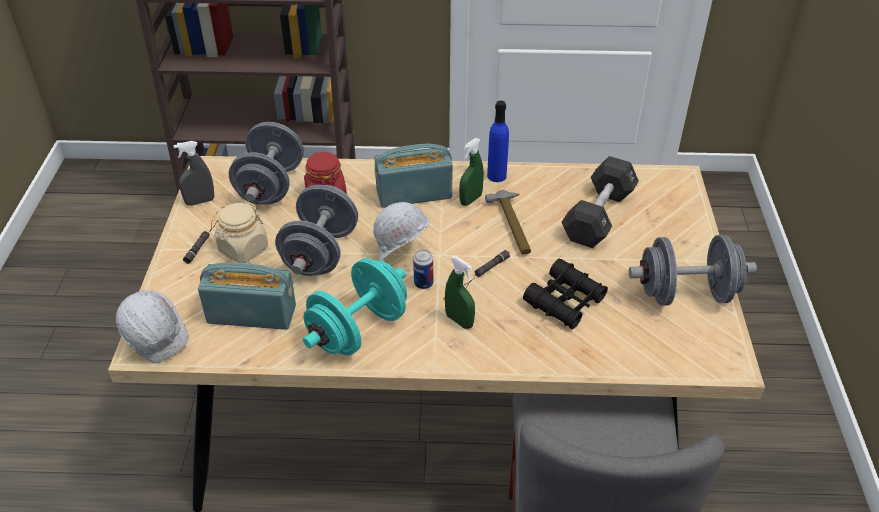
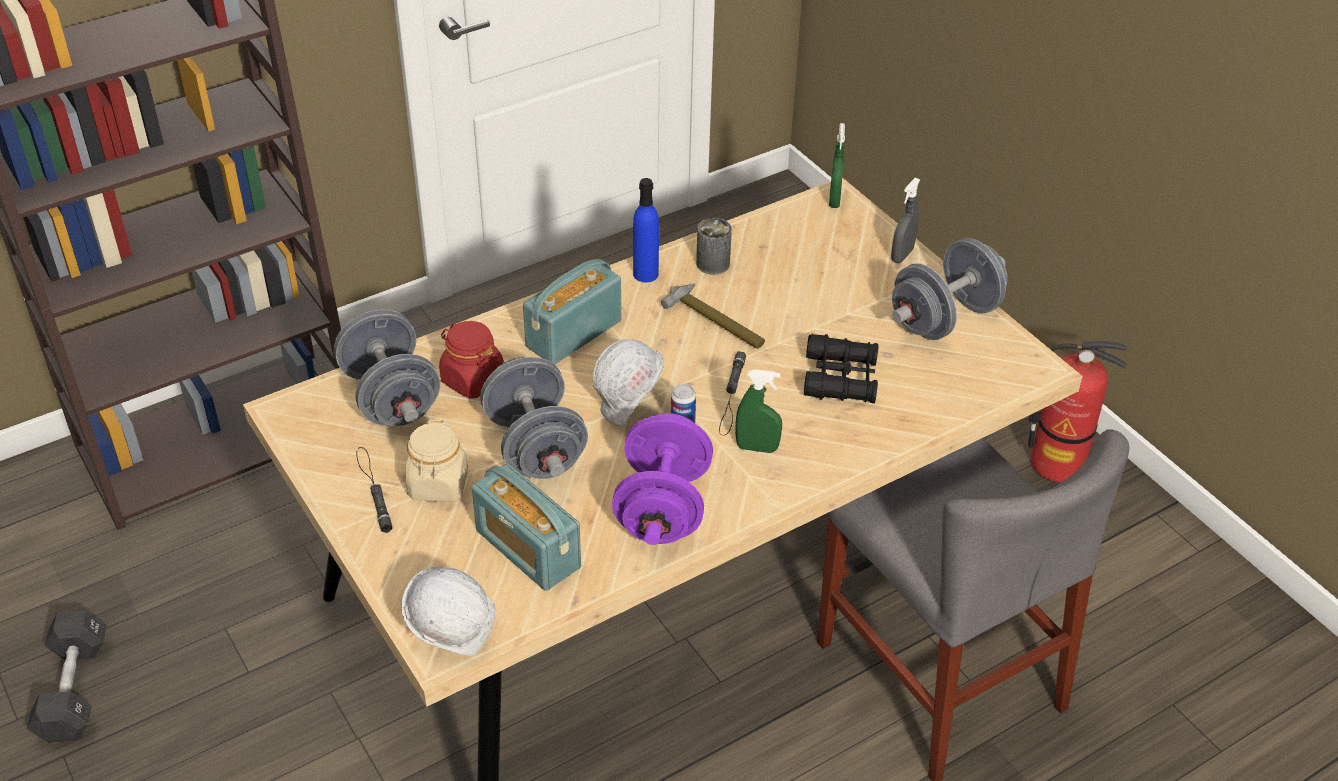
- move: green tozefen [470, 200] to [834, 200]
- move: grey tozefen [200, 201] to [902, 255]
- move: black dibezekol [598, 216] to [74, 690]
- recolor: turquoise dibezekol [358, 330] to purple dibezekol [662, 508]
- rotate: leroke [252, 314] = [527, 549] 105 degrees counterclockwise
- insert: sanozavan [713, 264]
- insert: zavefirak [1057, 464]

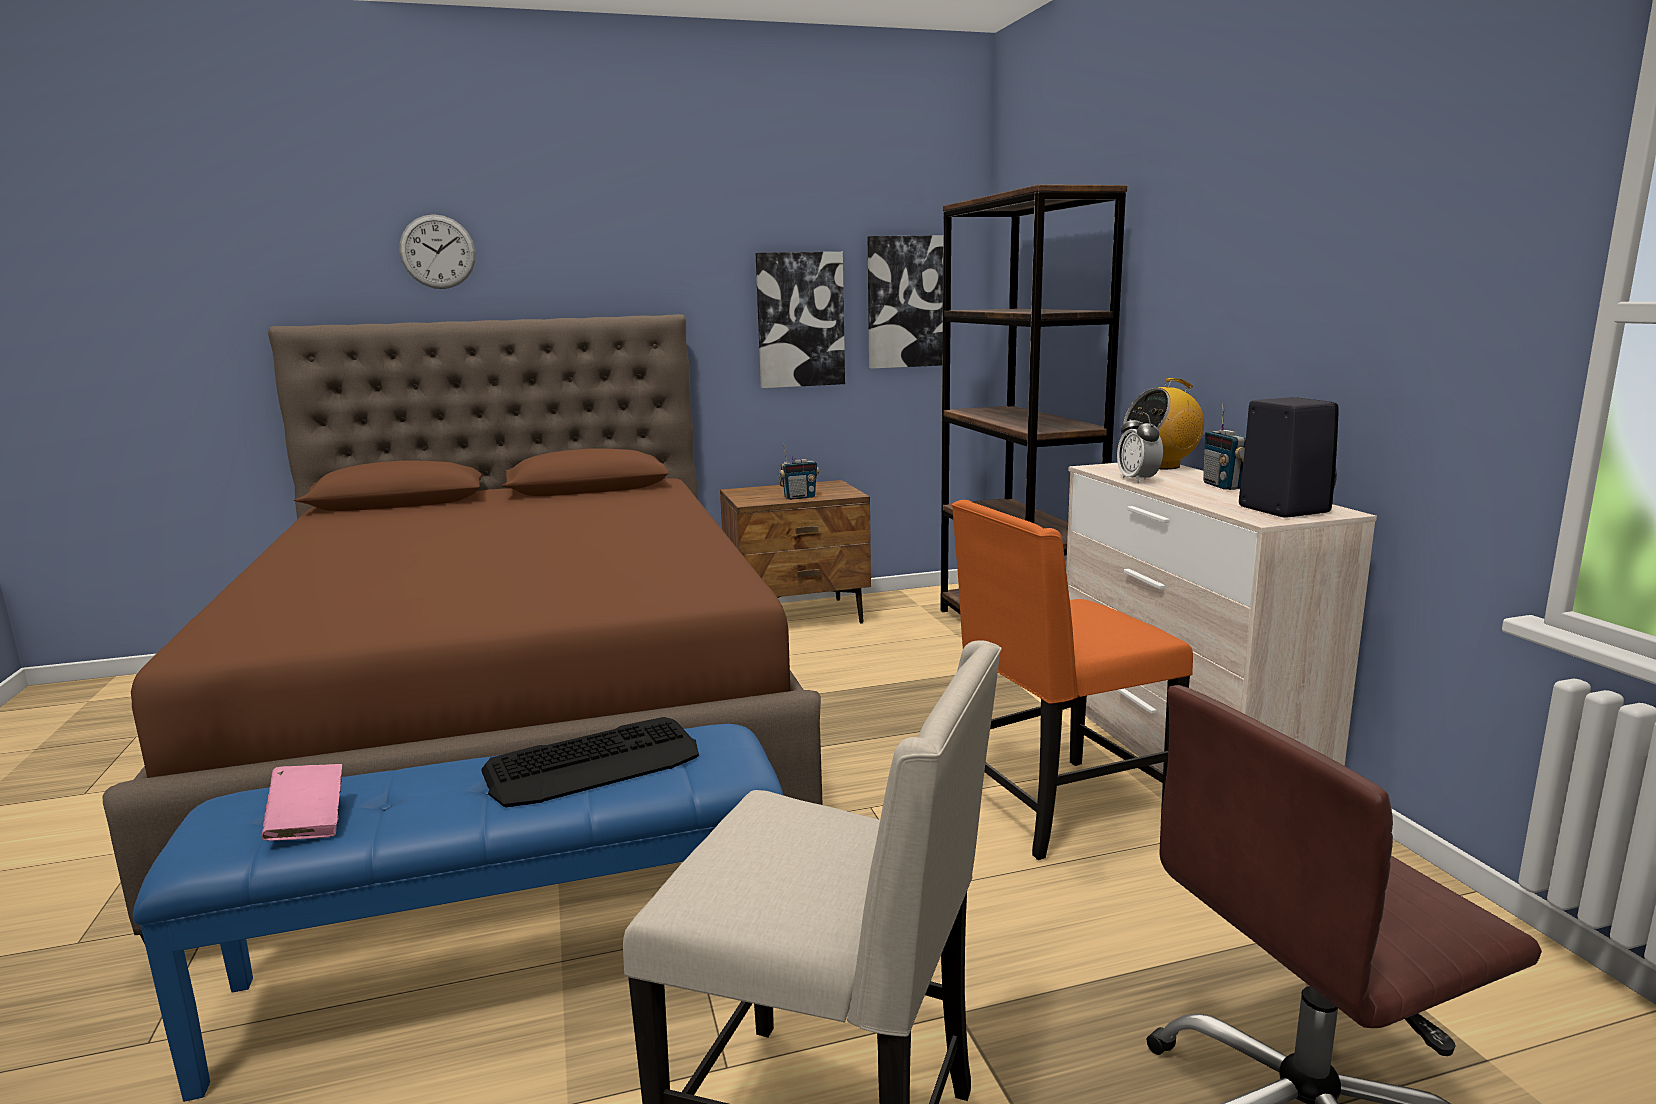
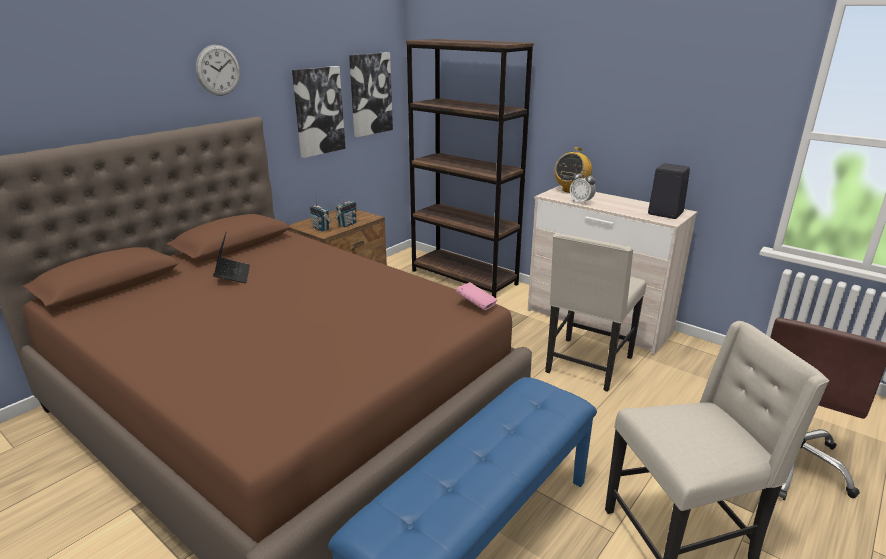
- move: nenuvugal [437, 252] to [218, 70]
- move: leroke [1223, 486] to [321, 229]
- recolor: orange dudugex [1057, 810] to beige dudugex [587, 365]
- delete: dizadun [594, 764]
- move: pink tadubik [308, 823] to [476, 305]
- insert: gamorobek [233, 275]

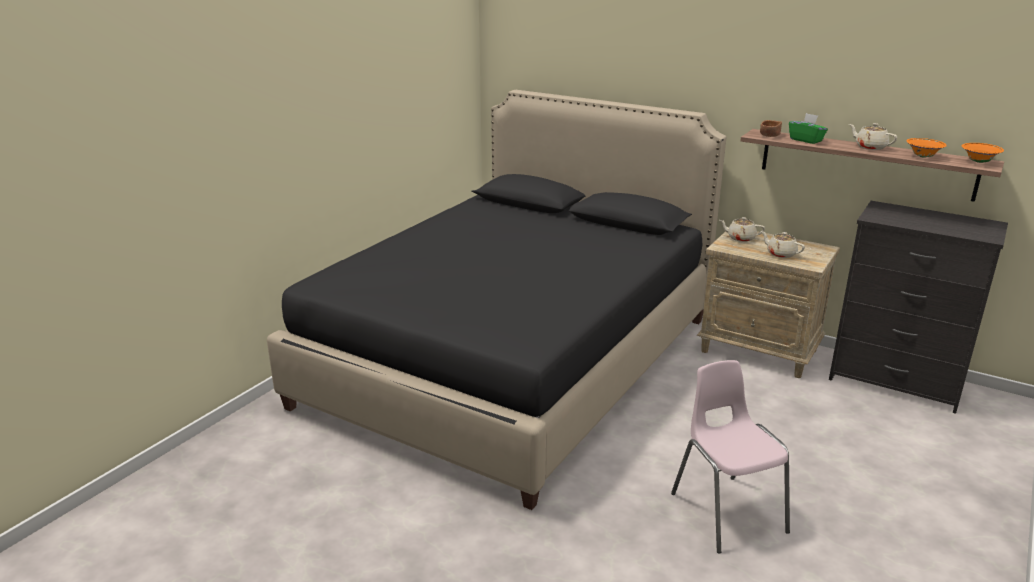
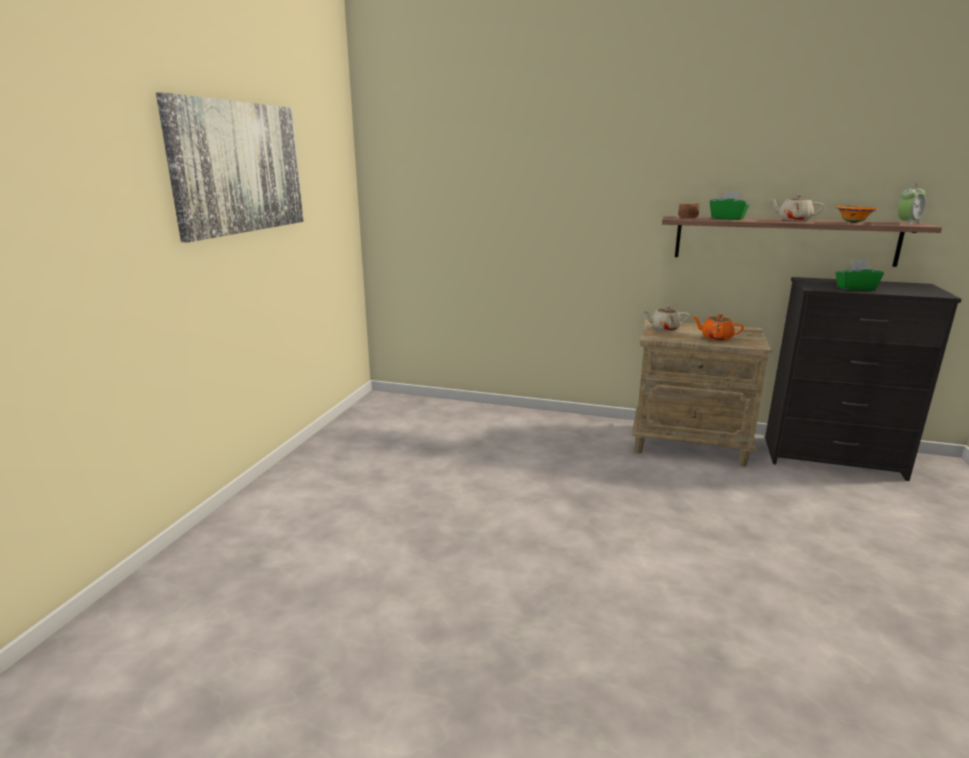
- delete: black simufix [512, 361]
- replace: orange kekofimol [979, 162] to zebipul [907, 223]
- recolor: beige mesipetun [780, 254] to orange mesipetun [716, 338]
- delete: pink dudugex [727, 512]
- insert: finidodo [239, 168]
- insert: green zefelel [855, 288]

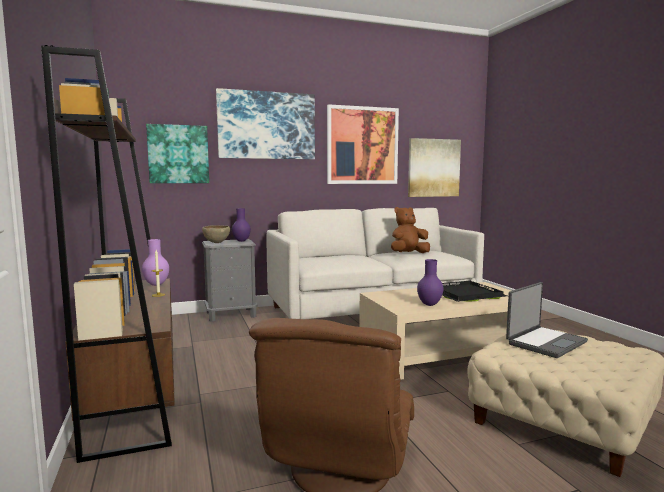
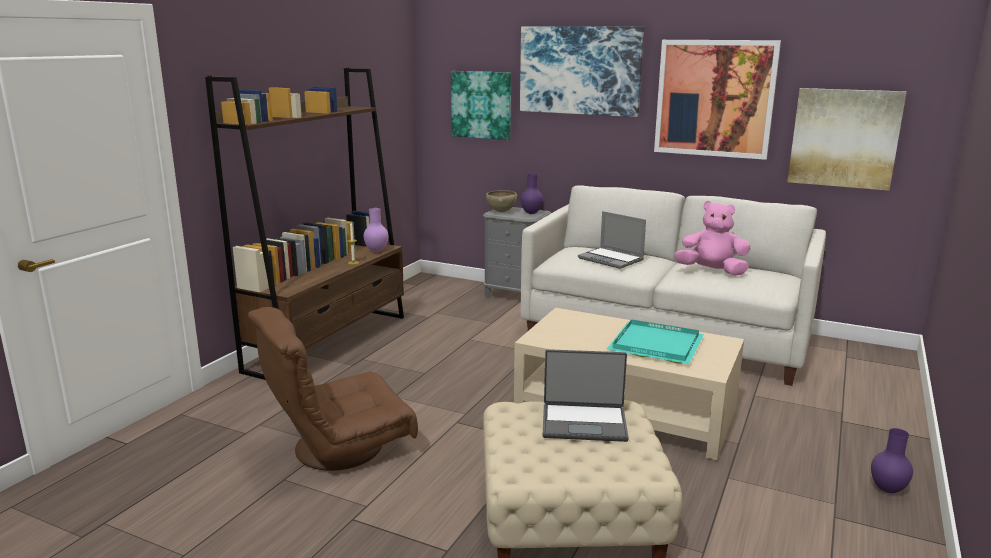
- recolor: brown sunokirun [408, 254] to pink sunokirun [711, 271]
- move: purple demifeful [429, 305] to [886, 489]
- recolor: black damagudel [462, 294] to turquoise damagudel [654, 344]
- insert: gamorobek [611, 259]

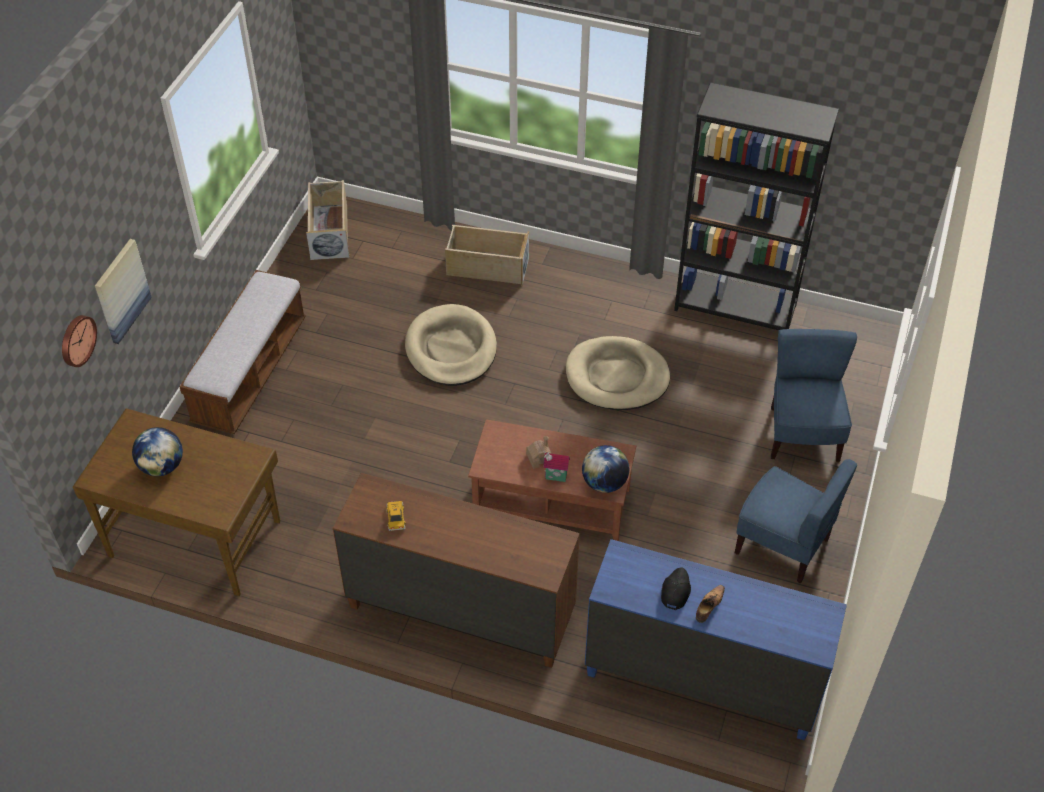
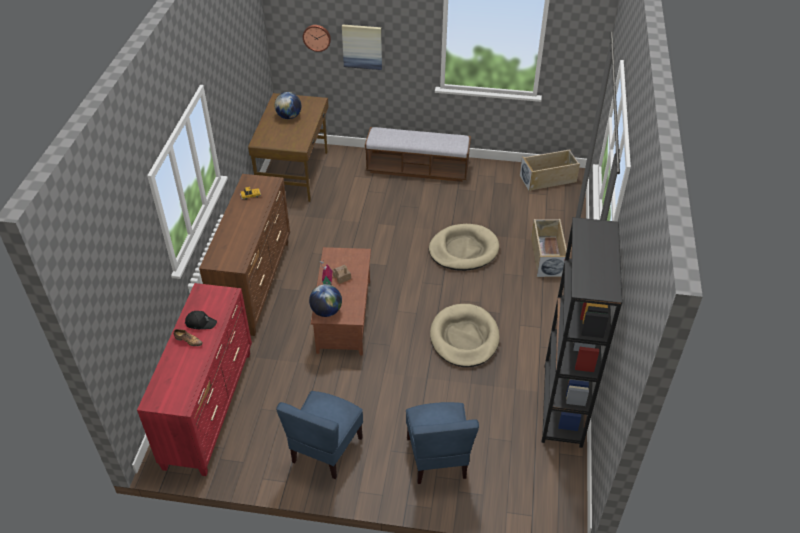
- rotate: blue dudugex [802, 434] = [437, 458] 90 degrees clockwise
- recolor: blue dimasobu [701, 678] to red dimasobu [210, 408]

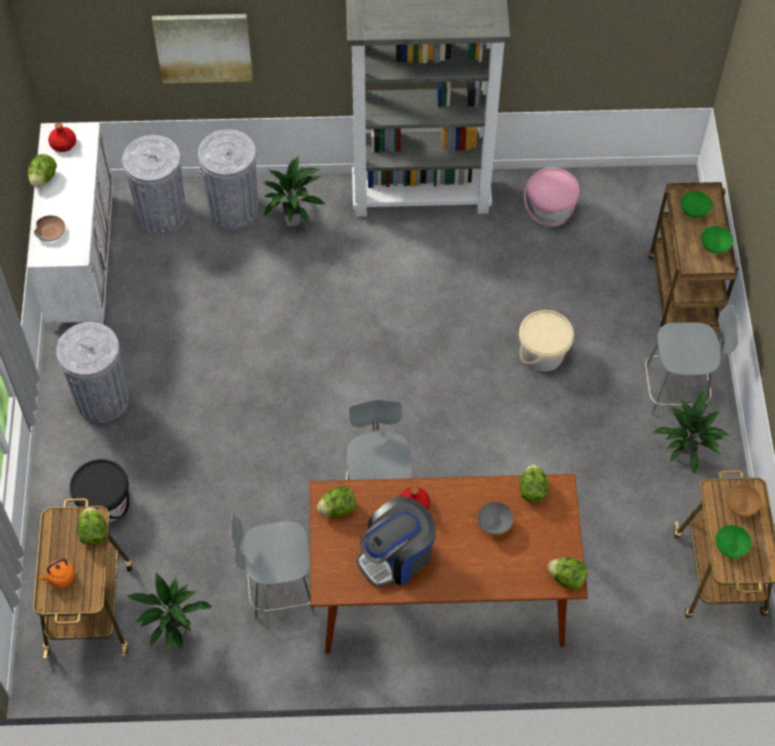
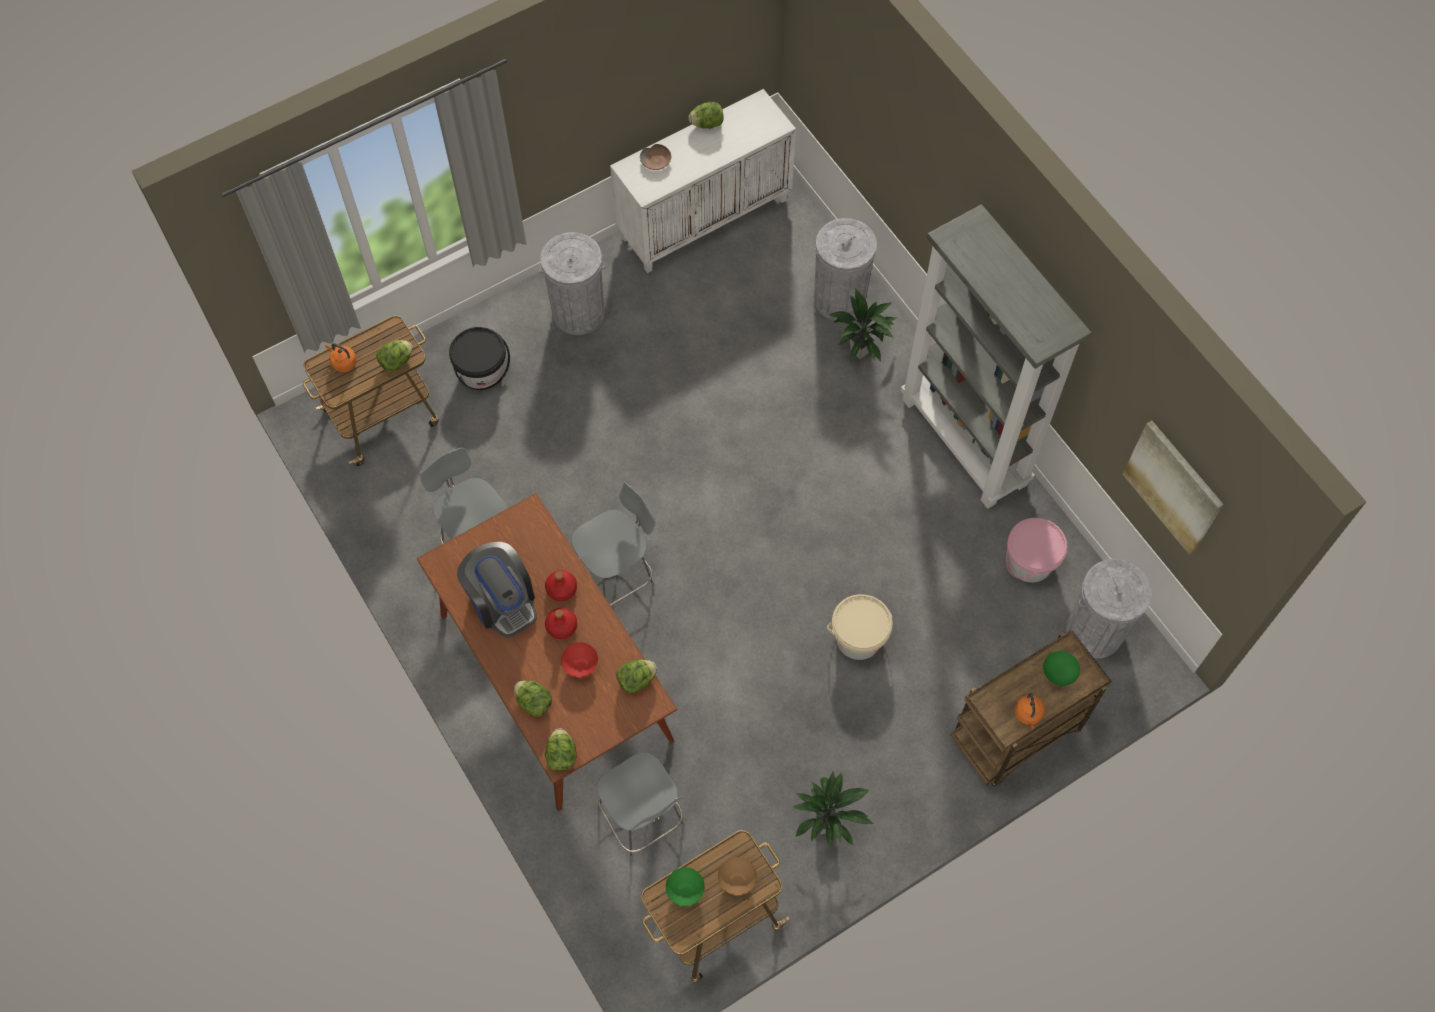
- move: finidodo [203, 47] to [1173, 487]
- move: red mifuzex [63, 144] to [561, 626]
- move: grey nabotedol [162, 215] to [1094, 631]
- replace: green kekofimol [715, 247] to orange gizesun [1028, 714]
- move: grey dudugex [678, 390] to [642, 819]
- move: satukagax [338, 508] to [534, 702]
- rotate: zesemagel [396, 556] = [502, 601] 150 degrees counterclockwise
- recolor: grey kekofimol [494, 525] to red kekofimol [580, 666]
- delete: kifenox [174, 631]

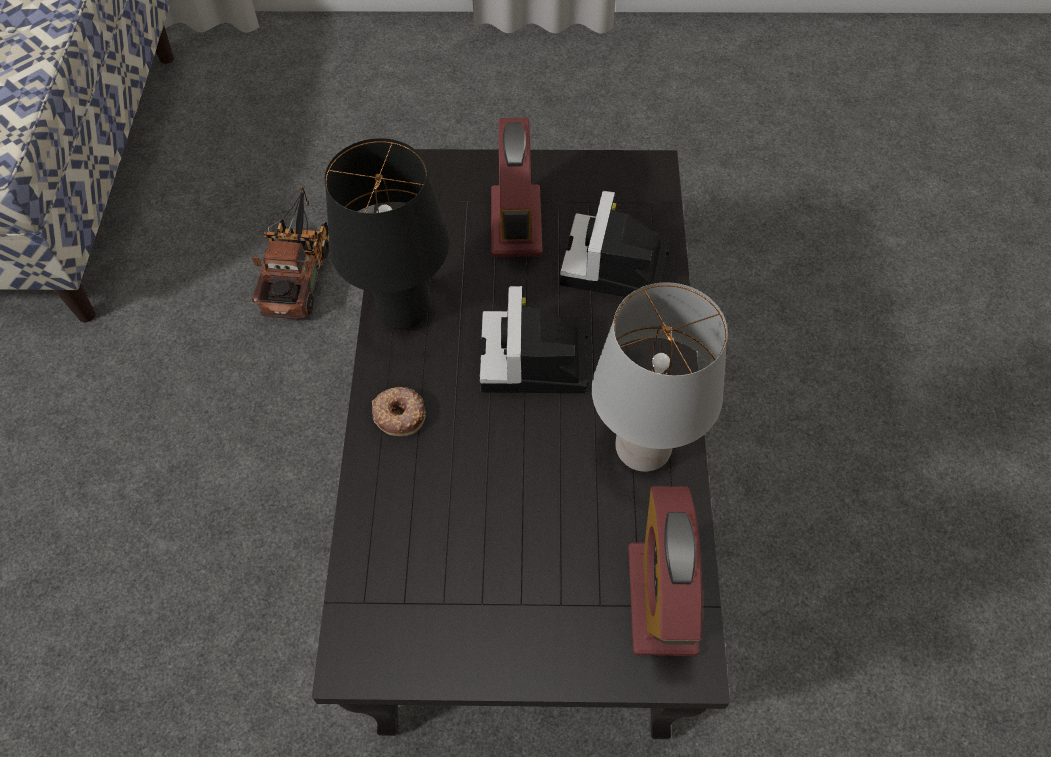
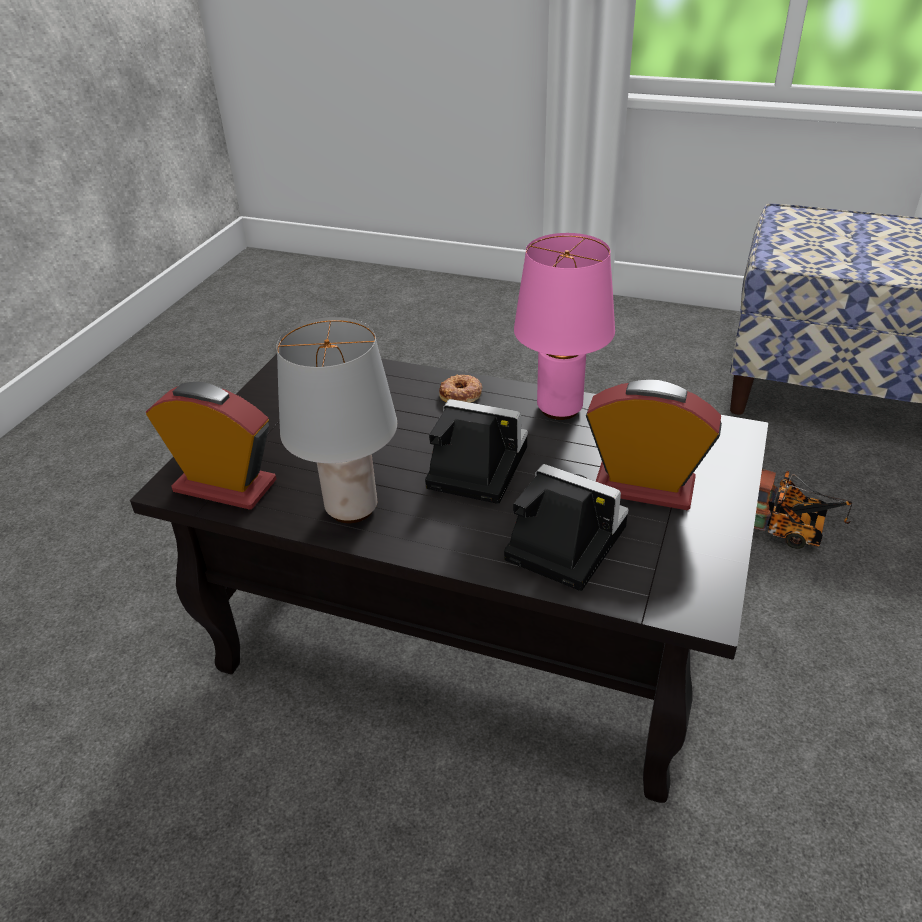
- recolor: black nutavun [403, 312] to pink nutavun [558, 408]

